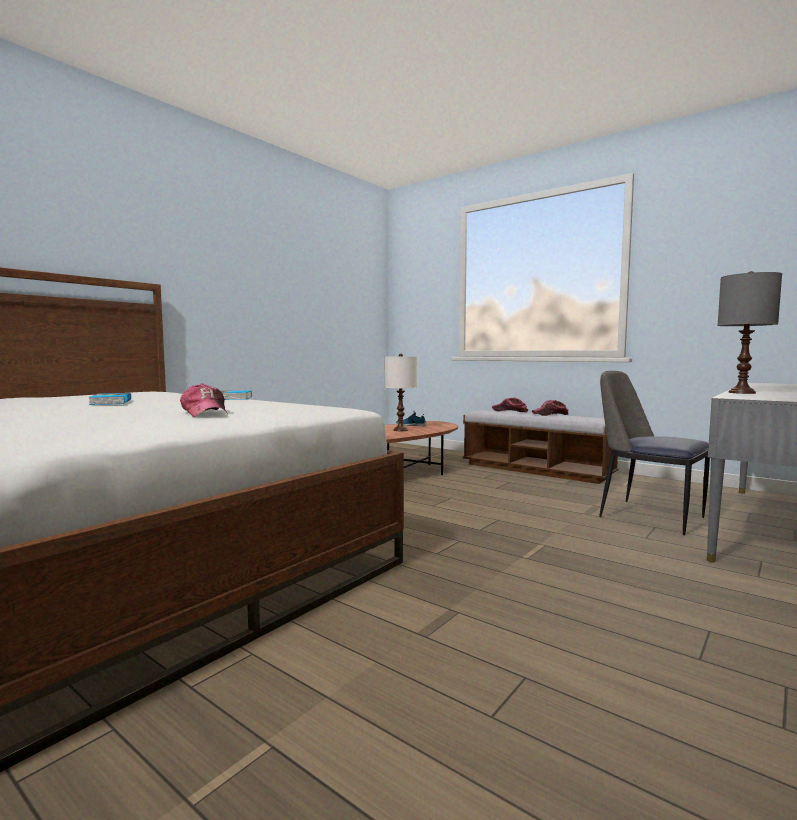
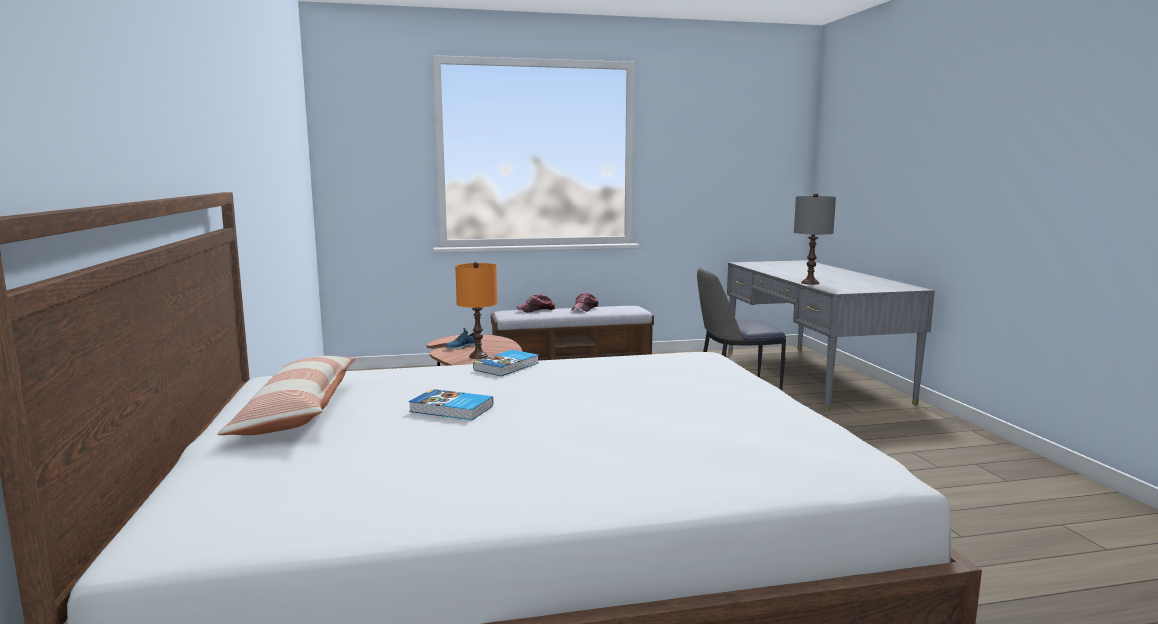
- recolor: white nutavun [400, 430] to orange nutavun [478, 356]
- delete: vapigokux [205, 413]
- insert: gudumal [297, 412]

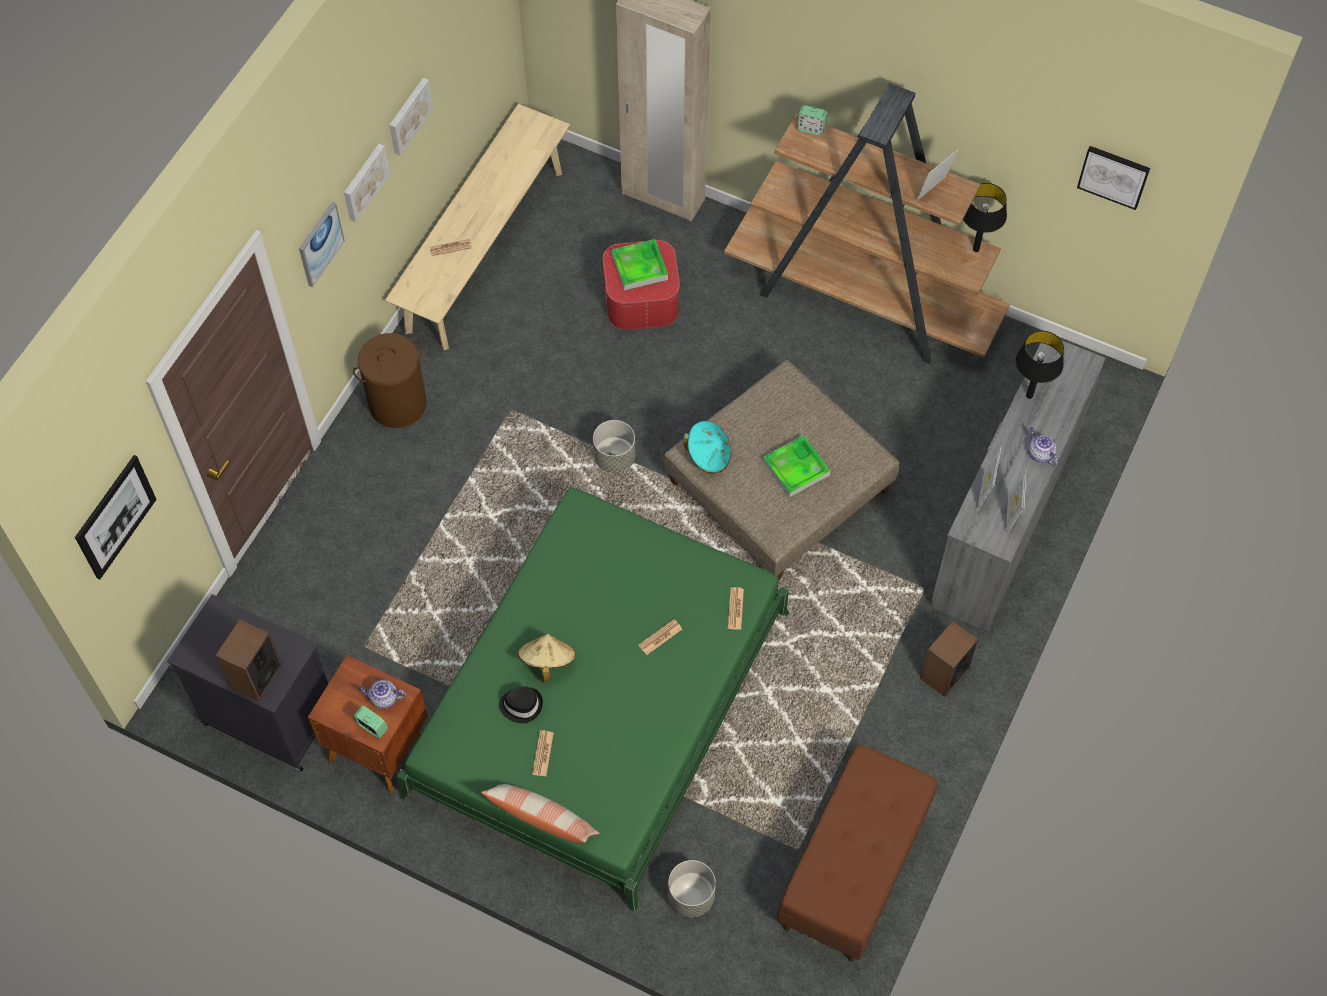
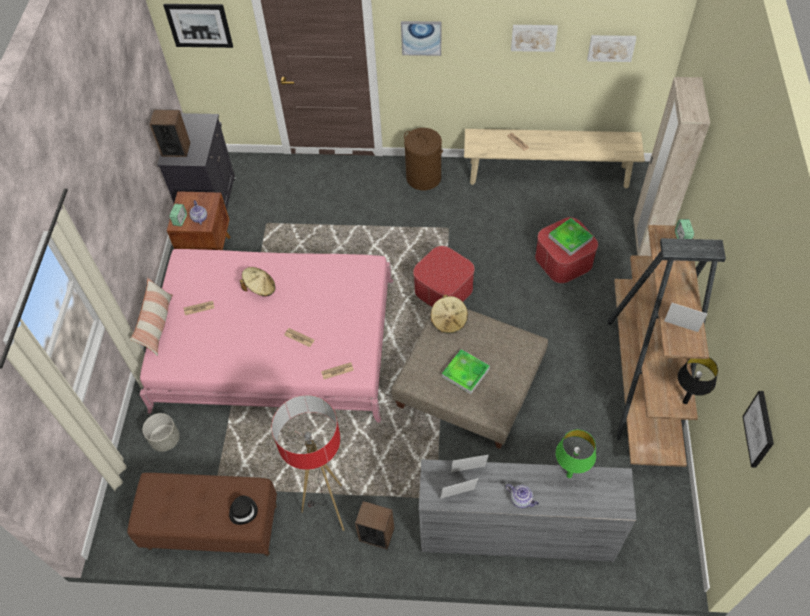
- move: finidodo [364, 181] to [611, 47]
- recolor: black nutavun [1029, 395] to green nutavun [569, 475]
- replace: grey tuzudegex [615, 458] to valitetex [443, 289]
- recolor: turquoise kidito [708, 455] to beige kidito [449, 321]
- rotate: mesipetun [1040, 454] = [521, 499] 90 degrees clockwise
- recolor: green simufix [599, 702] to pink simufix [276, 344]
- move: black kidito [521, 705] to [243, 511]
- insert: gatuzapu [328, 509]

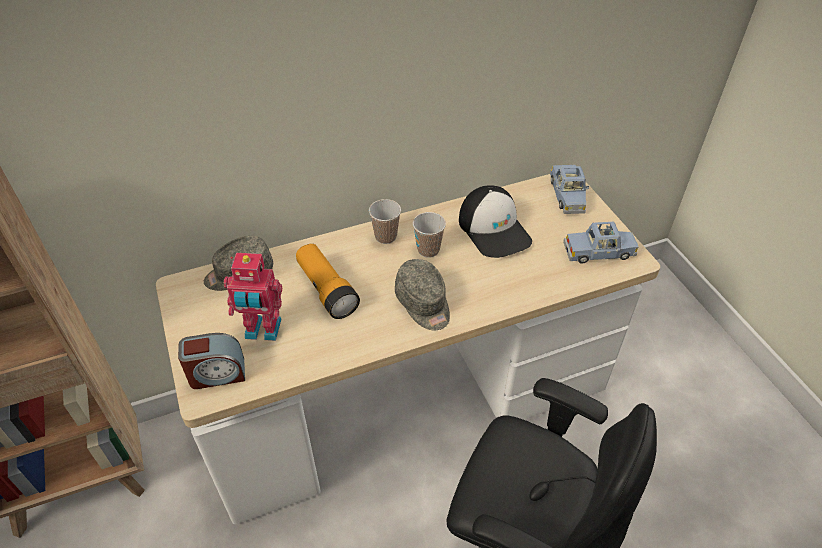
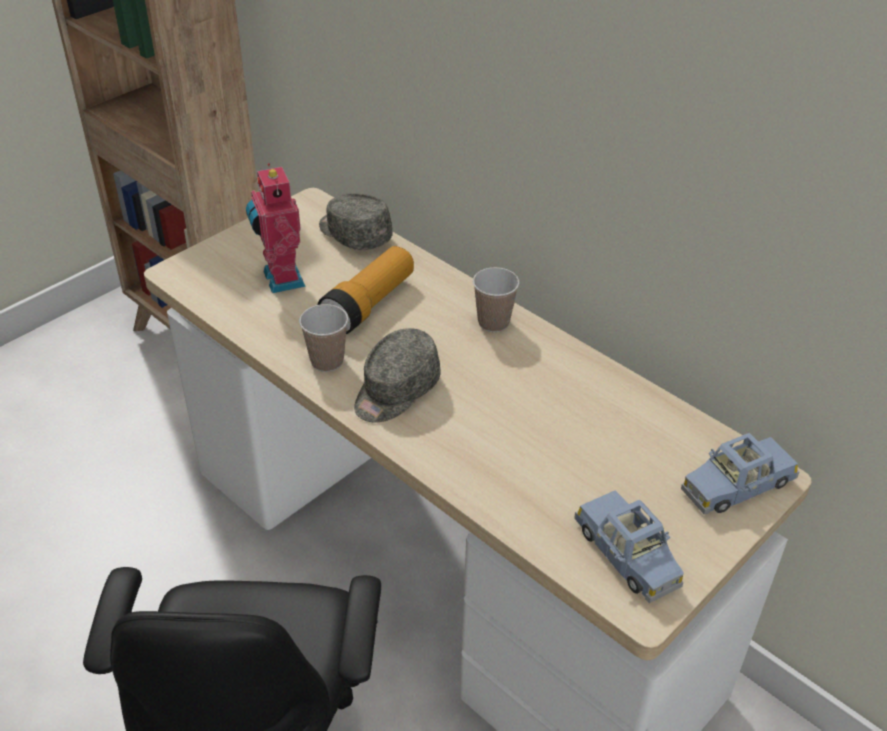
- delete: vapigokux [494, 229]
- move: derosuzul [428, 250] to [327, 361]
- delete: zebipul [217, 374]

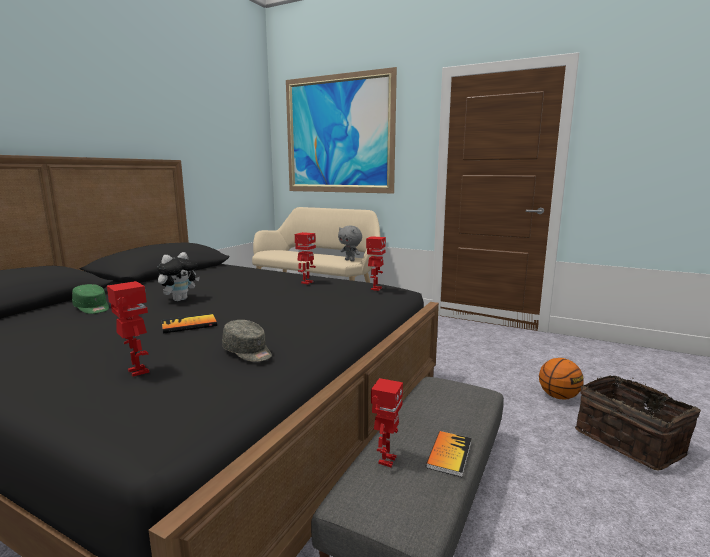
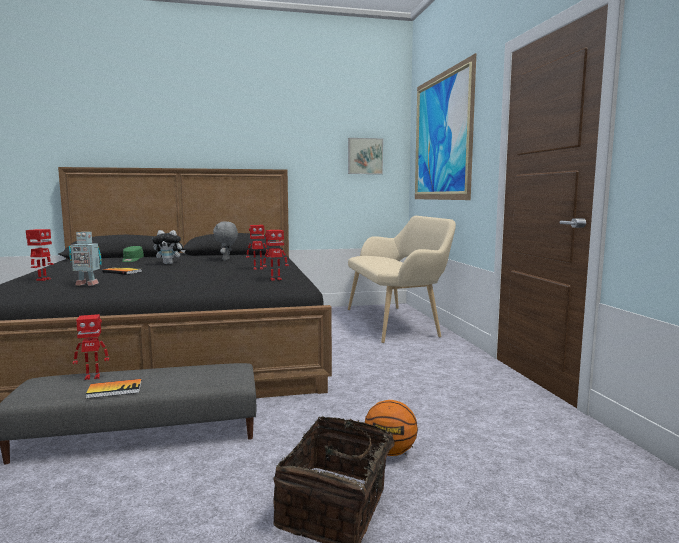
- move: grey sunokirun [350, 260] to [226, 260]
- replace: grey vapigokux [248, 352] to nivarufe [87, 284]
- insert: finidodo [364, 156]

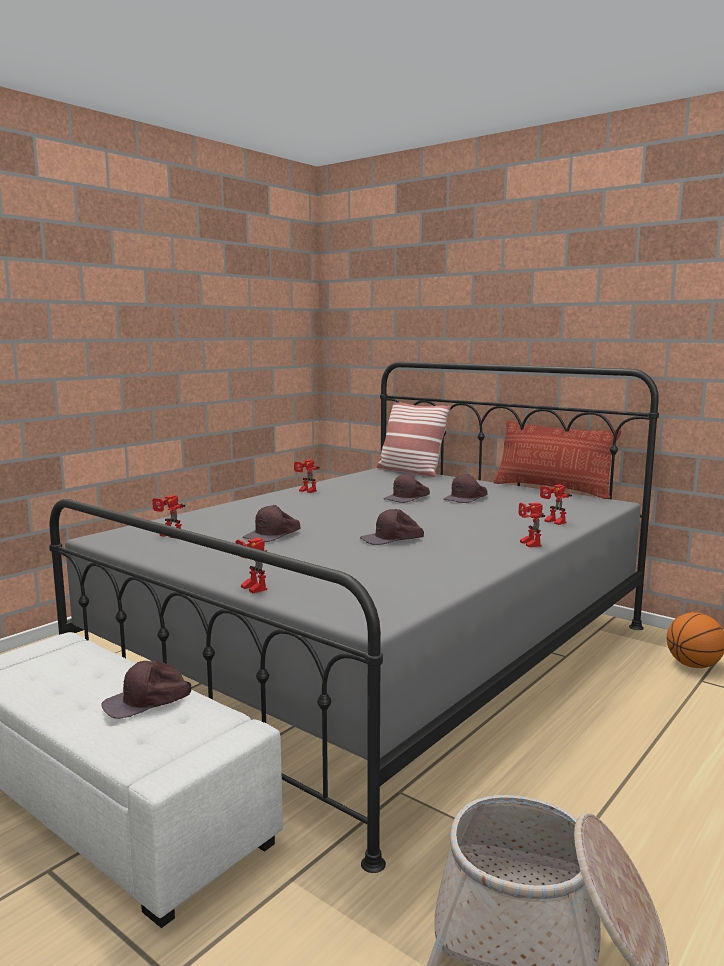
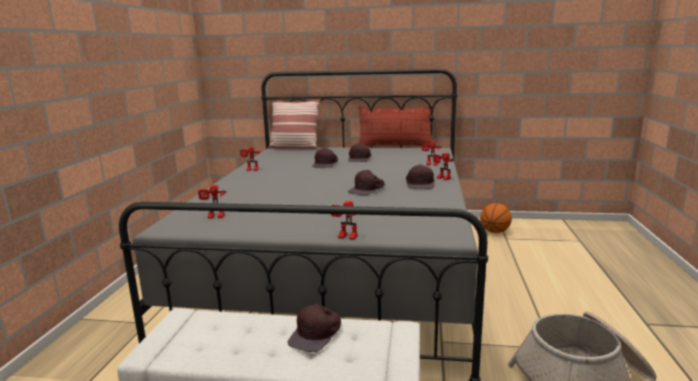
- move: brown vapigokux [273, 534] to [420, 184]

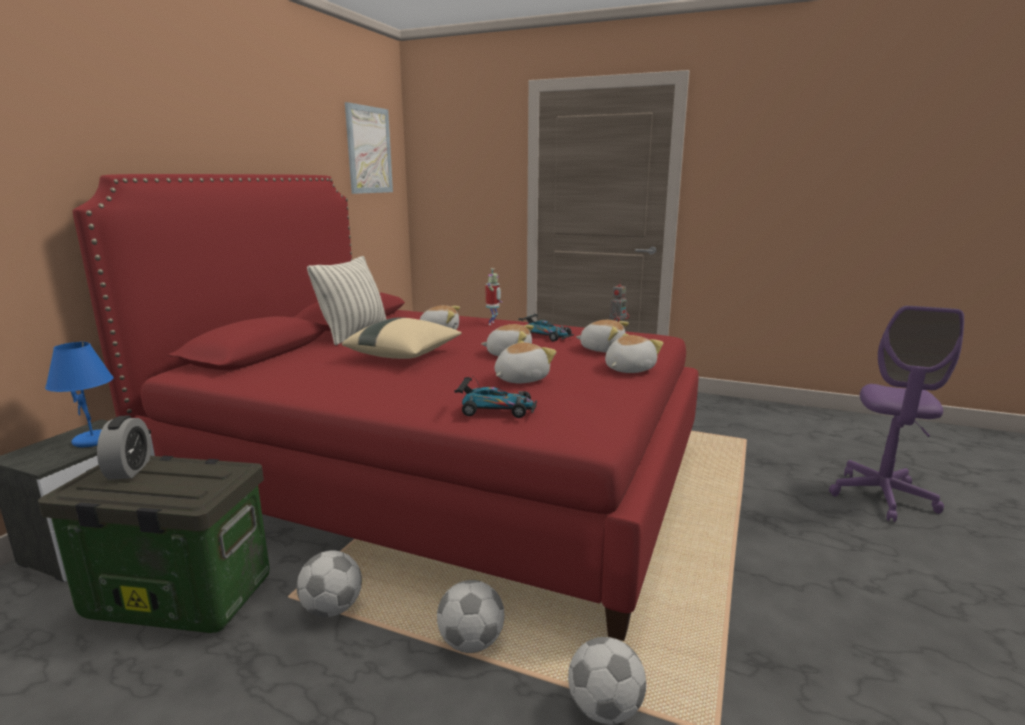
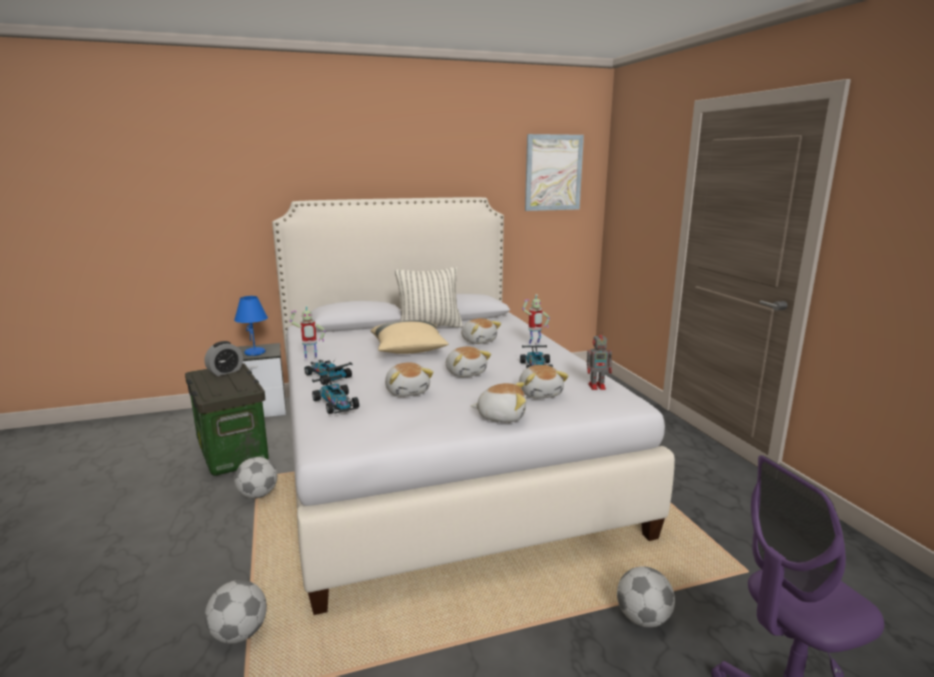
- recolor: red simufix [438, 474] to white simufix [435, 454]
- rotate: sunokirun [520, 379] = [407, 391] 60 degrees clockwise
- move: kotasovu [471, 643] to [642, 619]
- insert: nivarufe [310, 360]
- insert: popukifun [327, 376]

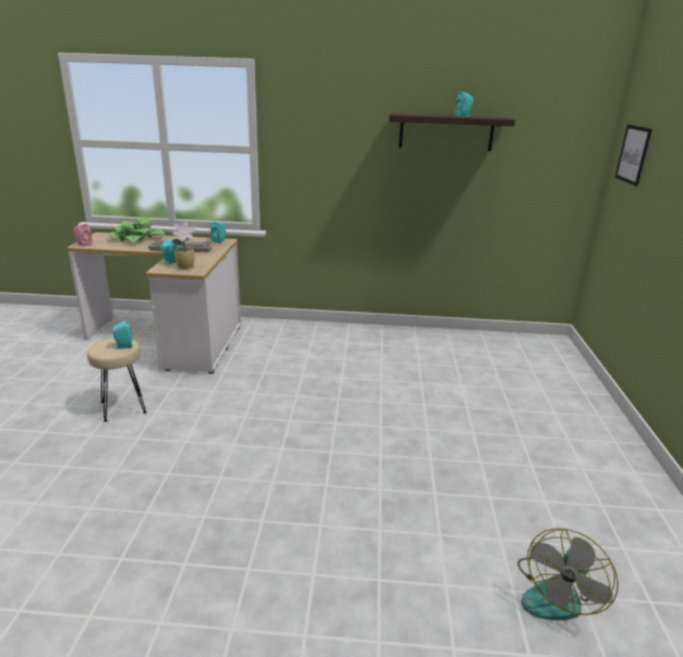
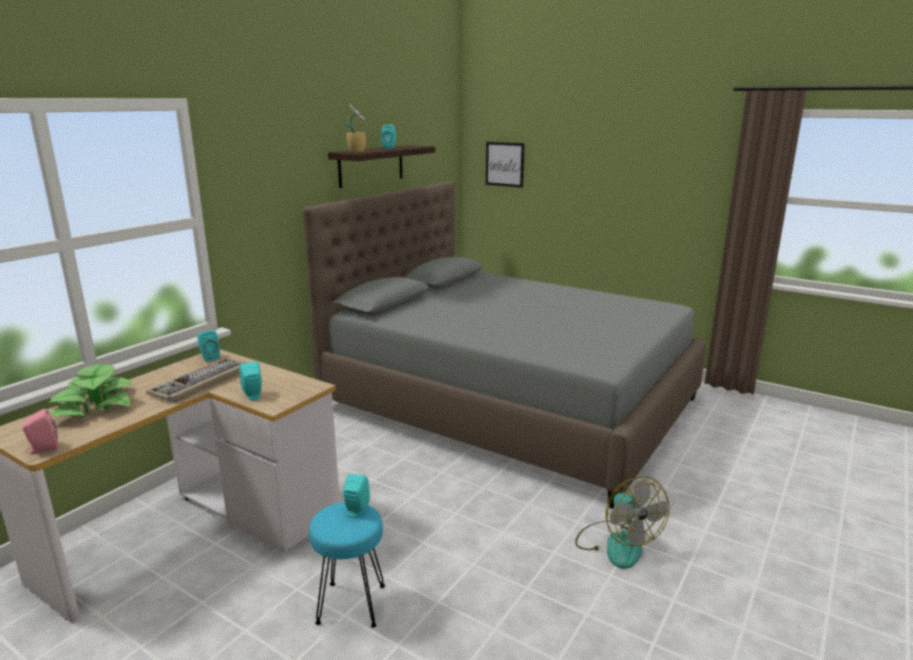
- move: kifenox [186, 267] to [357, 151]
- recolor: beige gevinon [122, 407] to turquoise gevinon [351, 605]
- move: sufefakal [557, 594] to [616, 543]
- insert: grey simufix [510, 403]

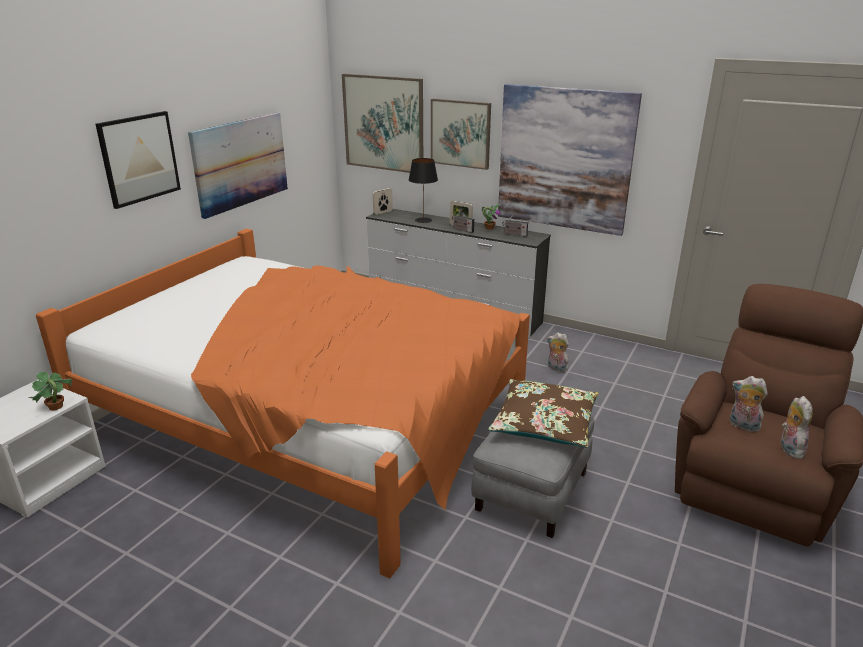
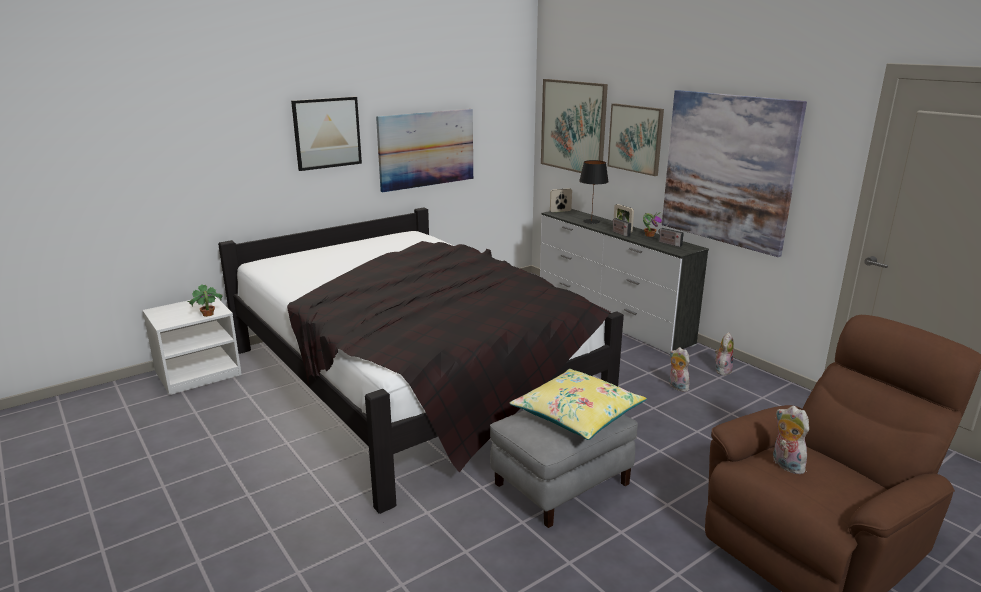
- recolor: orange simufix [310, 420] to black simufix [413, 378]
- recolor: brown gudumal [544, 423] to yellow gudumal [577, 414]
- move: sunokirun [789, 448] to [722, 370]

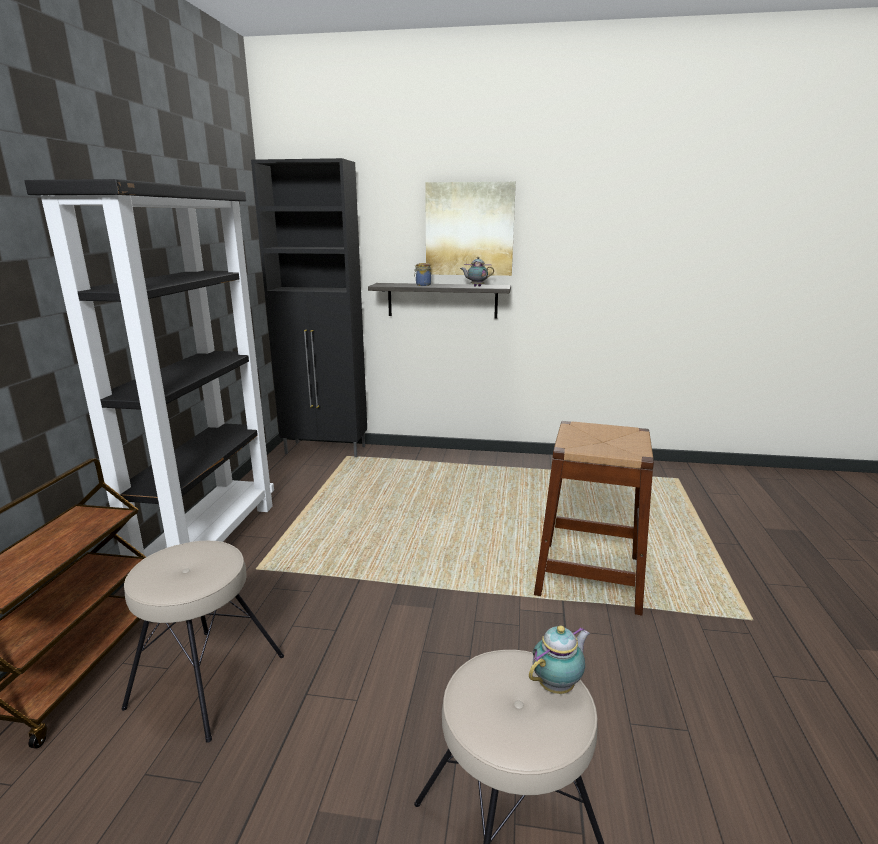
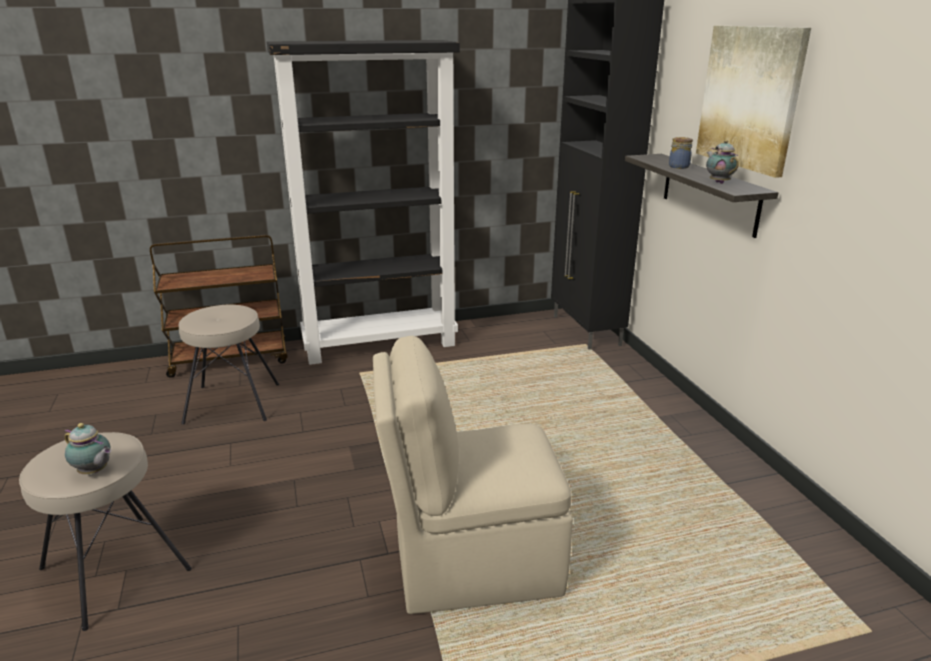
- replace: brown gevinon [588, 576] to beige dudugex [472, 561]

